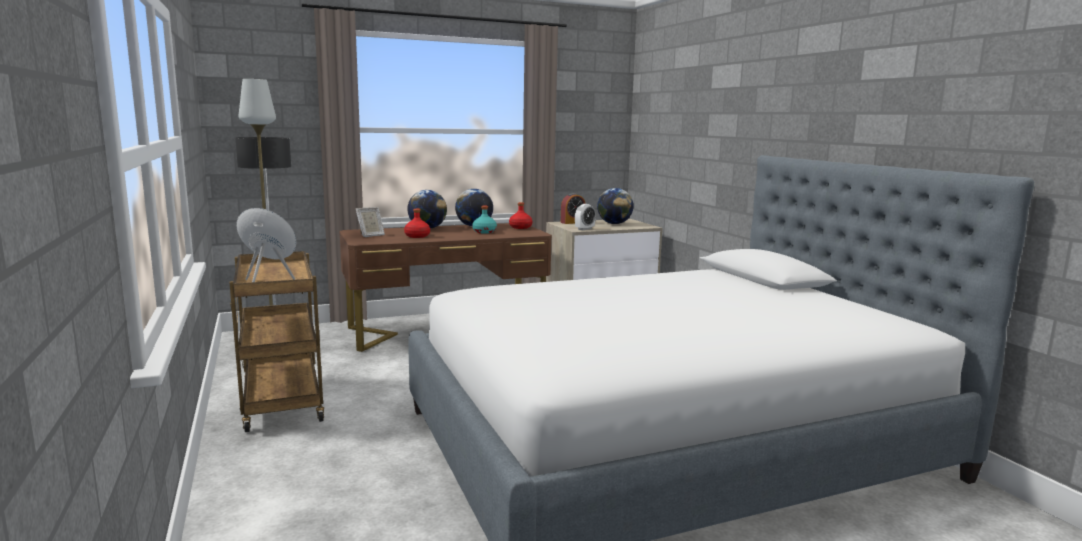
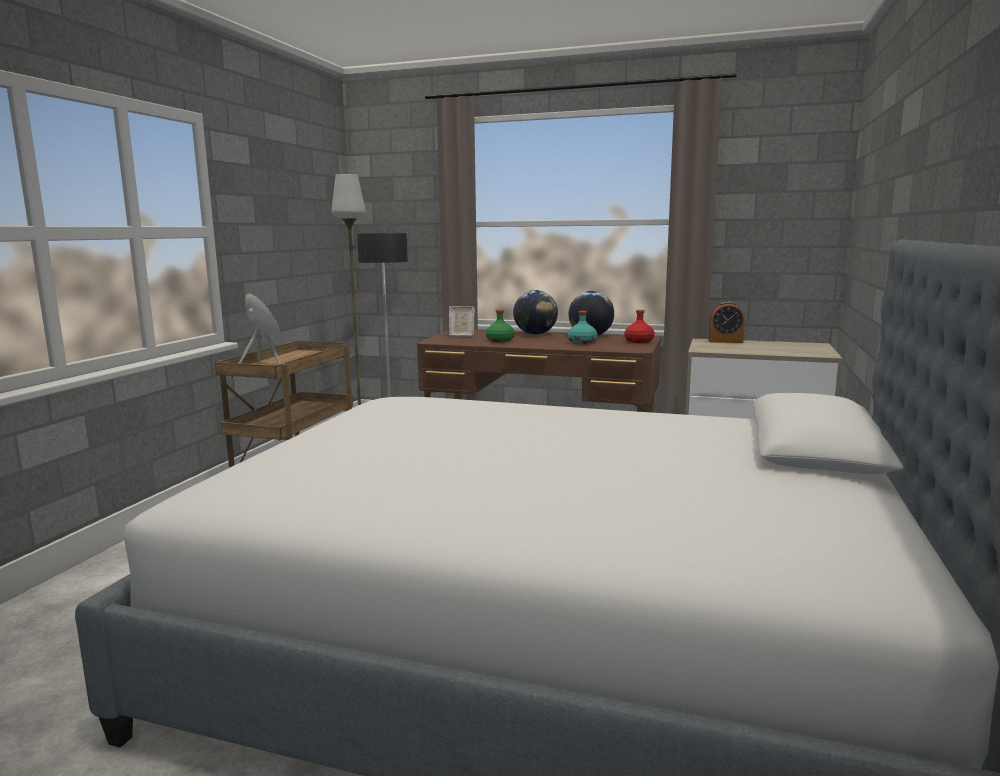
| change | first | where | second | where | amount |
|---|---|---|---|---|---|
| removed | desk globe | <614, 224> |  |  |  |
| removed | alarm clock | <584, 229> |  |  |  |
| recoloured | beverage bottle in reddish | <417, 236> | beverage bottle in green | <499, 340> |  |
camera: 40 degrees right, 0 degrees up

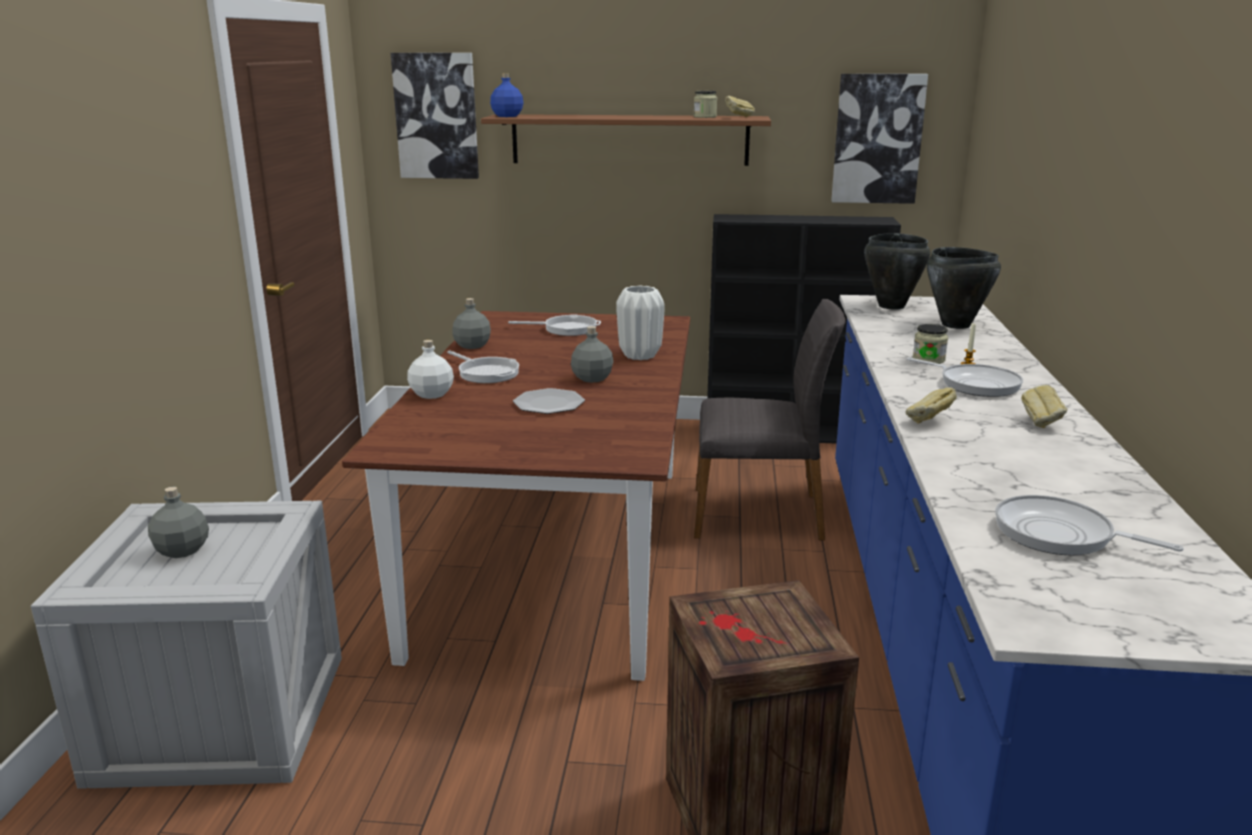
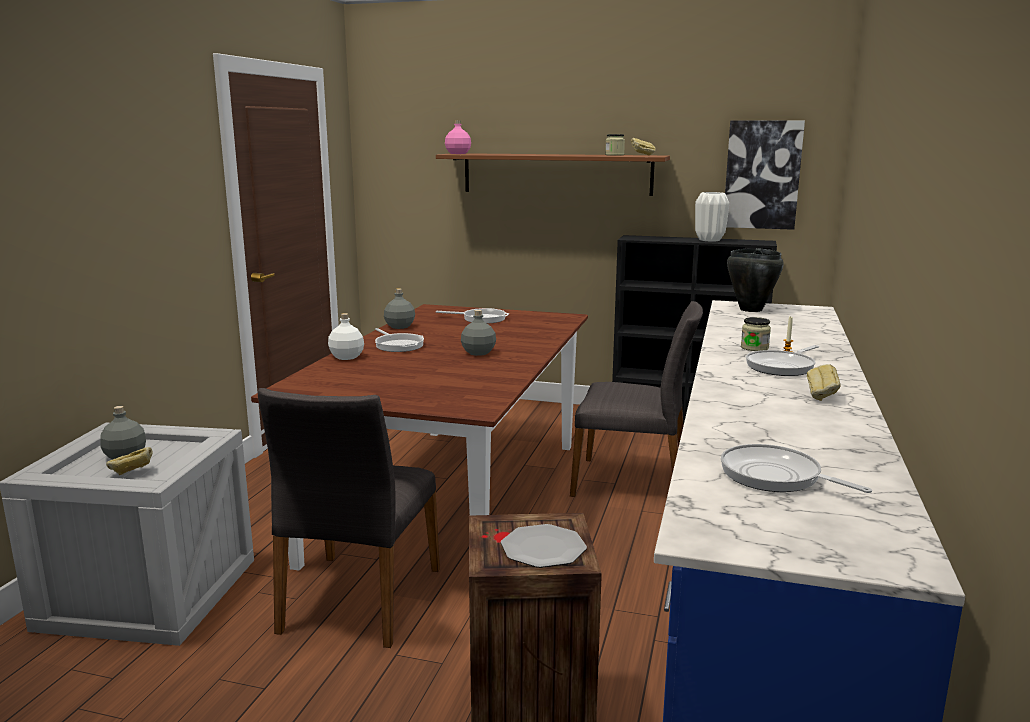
| change | first | where | second | where | amount |
|---|---|---|---|---|---|
| removed | wall art | <436, 116> |  |  |  |
| recoloured | beverage bottle in blue-coloured | <507, 116> | beverage bottle in pinkish | <458, 153> |  |
| removed | saucepot in blackish | <955, 325> |  |  |  |
| moved | flower vase in whitish | <640, 356> |  | <709, 240> |  |
| turned | pan | <975, 384> |  | <782, 367> | 90 degrees clockwise |
| moved | bakery bread | <929, 421> |  | <132, 474> |  |
| moved | plate | <549, 404> |  | <543, 548> |  |
| added |  |  | chair in greyish | <358, 600> |  |
camera: 10 degrees right, 5 degrees down

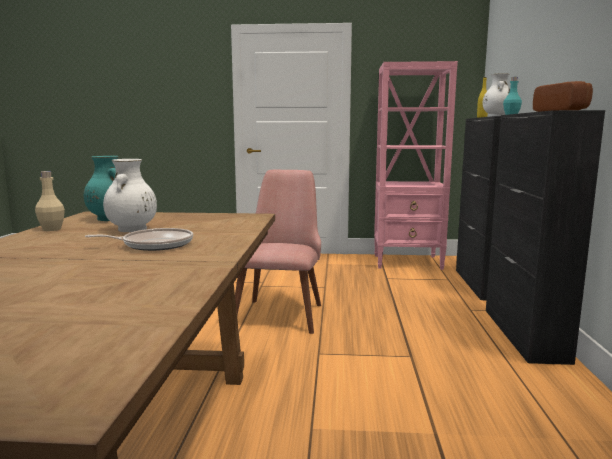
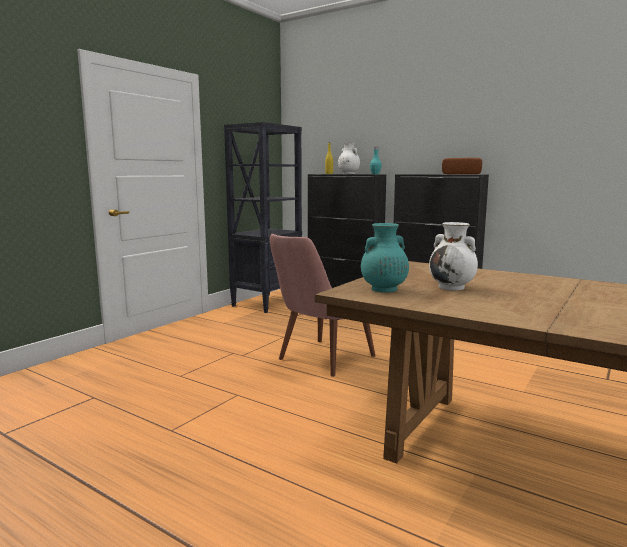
| change | first | where | second | where | amount |
|---|---|---|---|---|---|
| recoloured | shelving unit in pinkish | <408, 262> | shelving unit in blackish | <267, 303> |  |
| turned | chair in pinkish | <281, 311> |  | <319, 361> | 90 degrees counterclockwise |
| removed | beverage bottle in beige | <52, 229> |  |  |  |
| removed | pan | <154, 245> |  |  |  |
camera: 60 degrees left, 0 degrees up

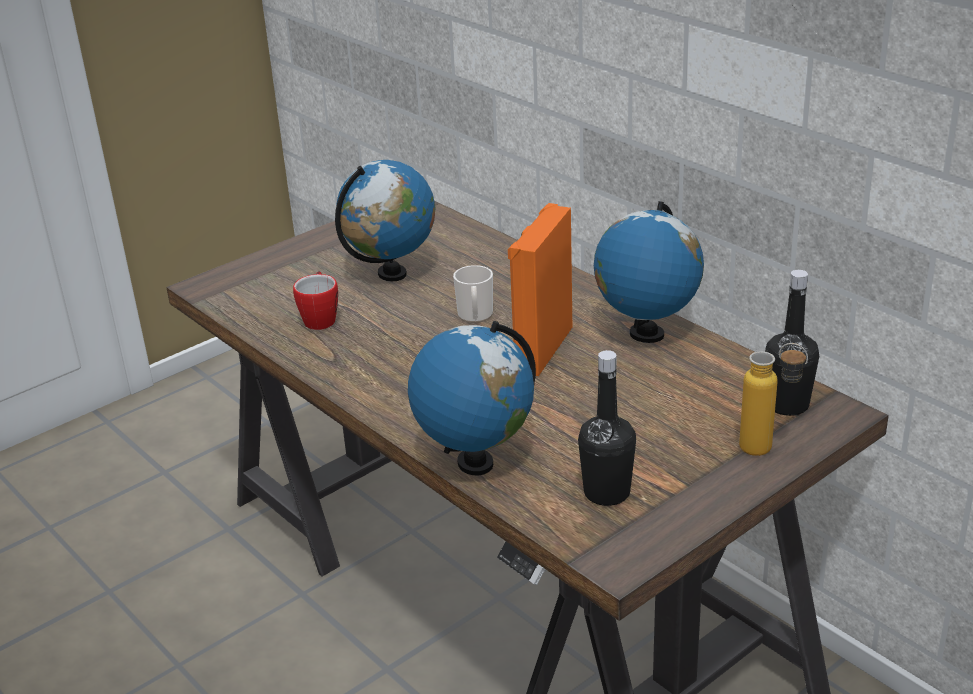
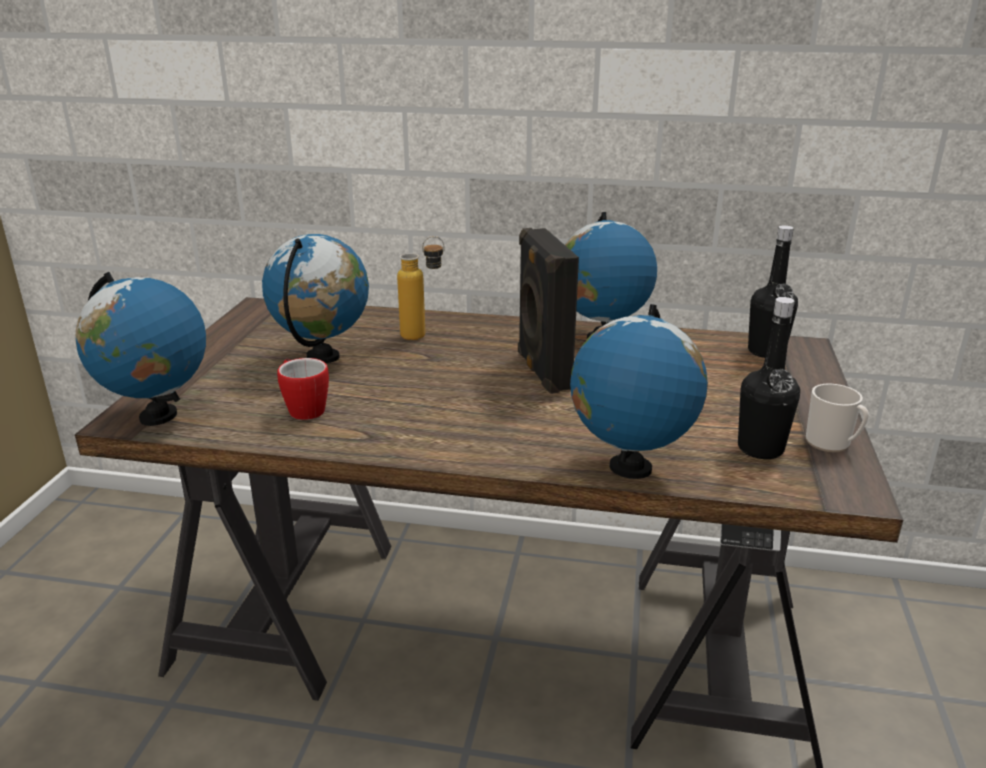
| change | first | where | second | where | amount |
|---|---|---|---|---|---|
| recoloured | audio speaker in orange-coloured | <541, 349> | audio speaker in blackish | <541, 371> |  |
| moved | coffee mug | <475, 316> |  | <832, 444> |  |
| moved | beverage bottle | <768, 451> |  | <423, 335> |  |
| added |  |  | desk globe | <157, 416> |  |
camera: 40 degrees left, 5 degrees down

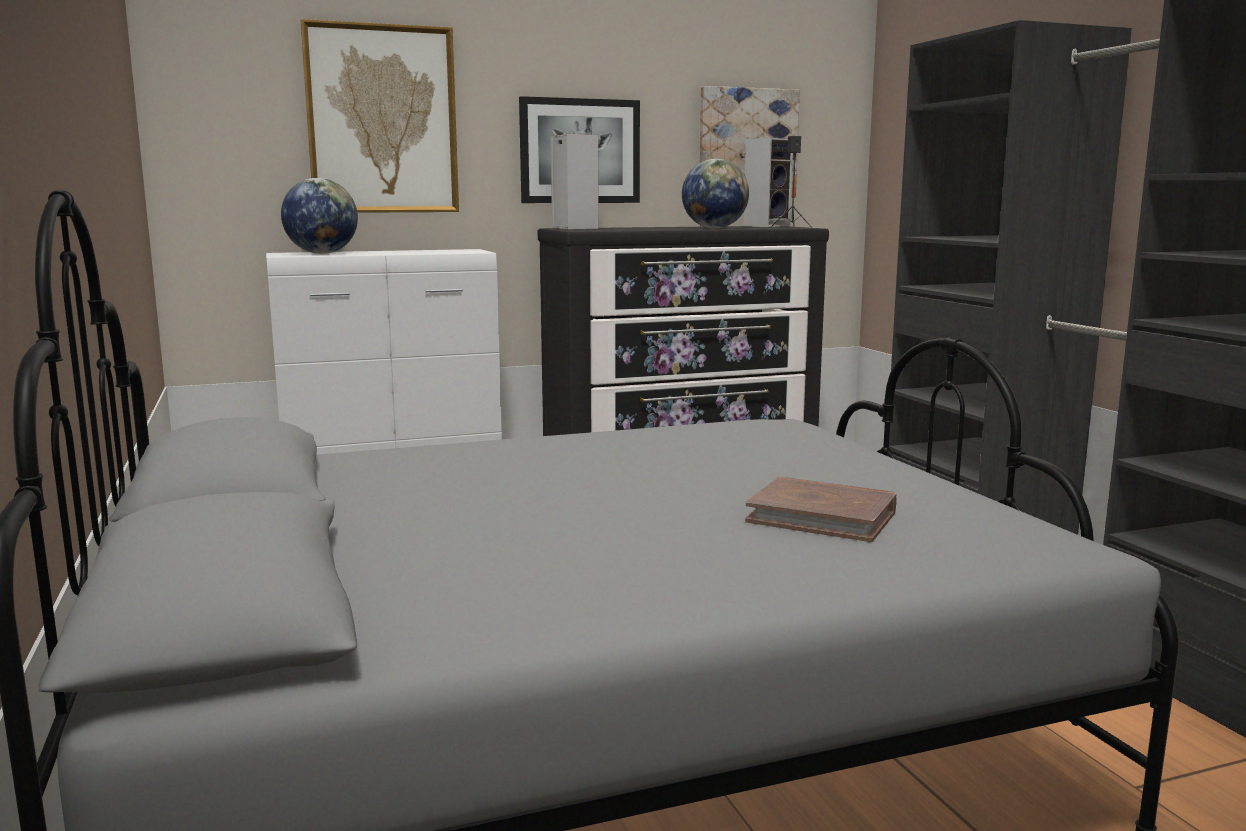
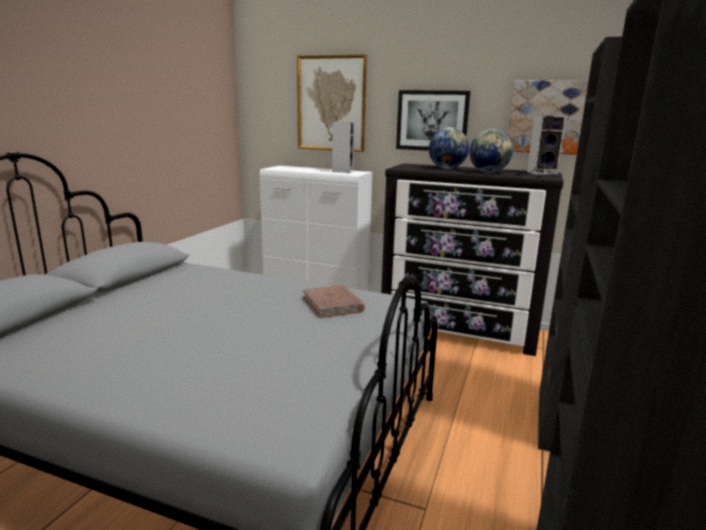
| change | first | where | second | where | amount |
|---|---|---|---|---|---|
| moved | audio speaker | <573, 228> |  | <342, 171> |  |
| moved | desk globe | <322, 253> |  | <447, 168> |  |
| moved | book in brown | <822, 516> |  | <333, 304> |  |
camera: 40 degrees right, 5 degrees up

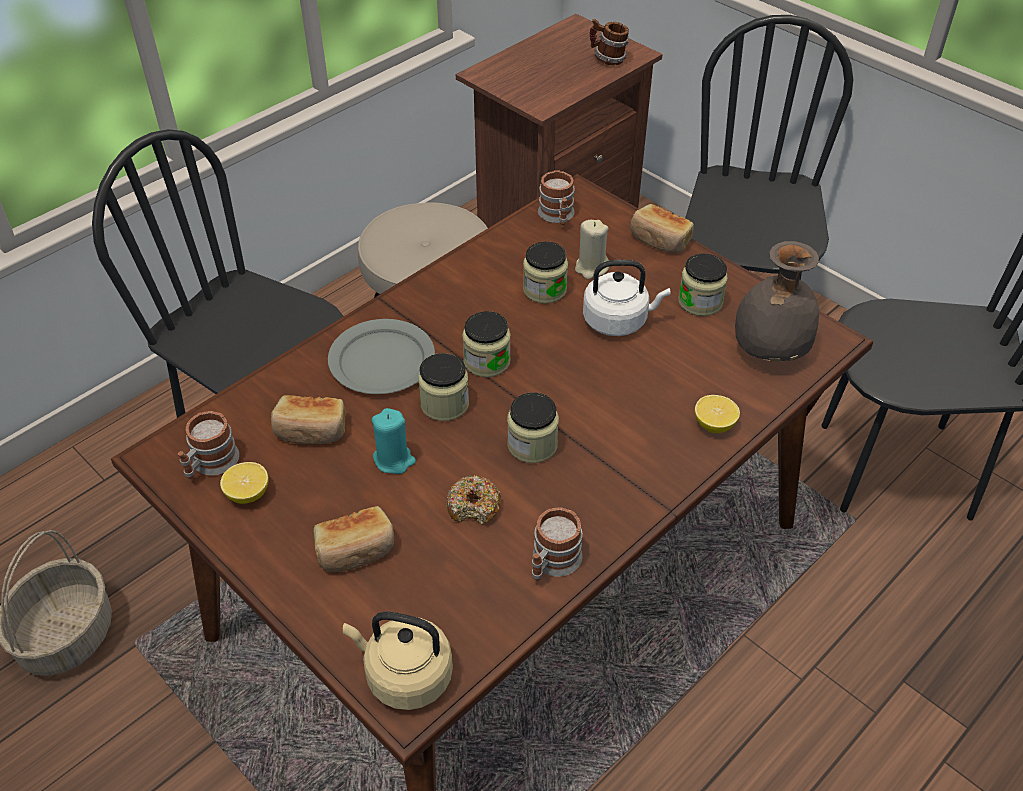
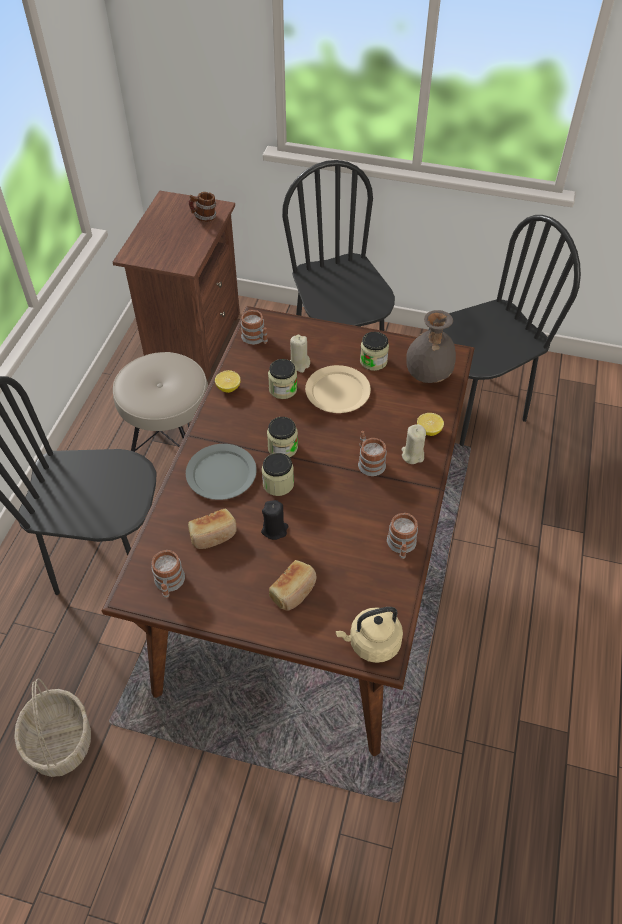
| change | first | where | second | where | amount |
|---|---|---|---|---|---|
| removed | bakery bread | <659, 240> |  |  |  |
| replaced | water kettle in whitish | <618, 321> | plate in beige | <337, 391> |  |
| removed | jar | <532, 445> |  |  |  |
| recoloured | wax light in turquoise | <394, 460> | wax light in blackish | <275, 530> |  |
| moved | whole lemon | <248, 494> |  | <228, 388> |  |
| removed | ring doughnut | <474, 506> |  |  |  |
| added |  |  | wax light in beige | <412, 455> |  |
| added |  |  | coffee mug | <369, 462> |  |
camera: 30 degrees left, 5 degrees up

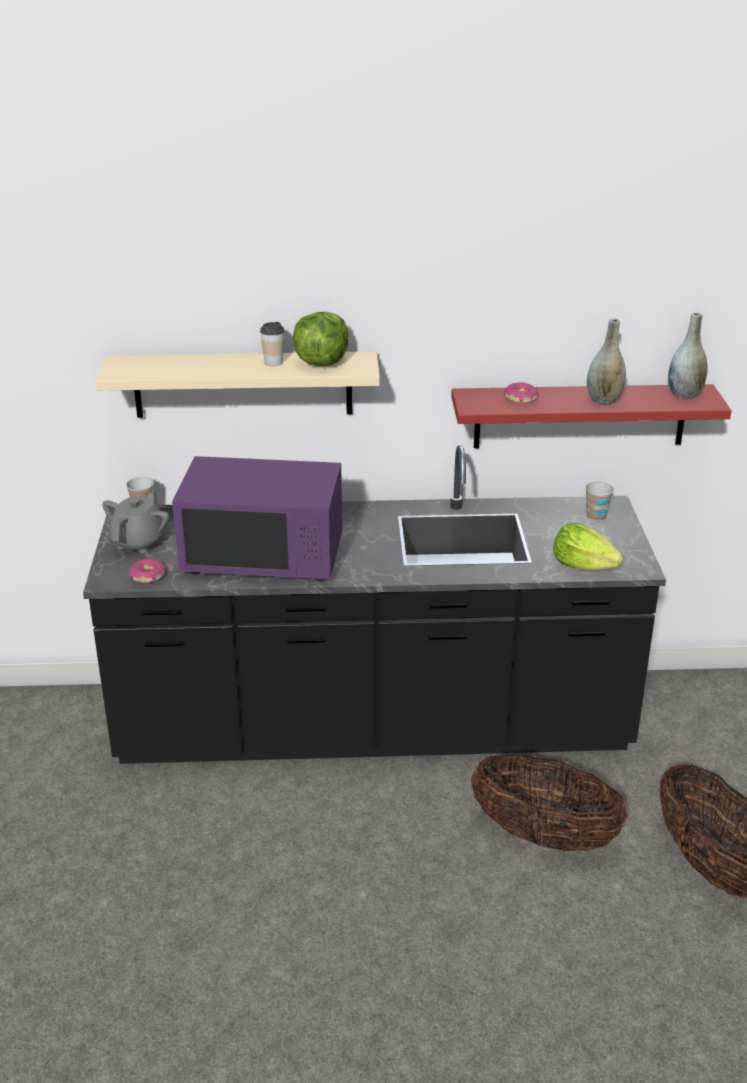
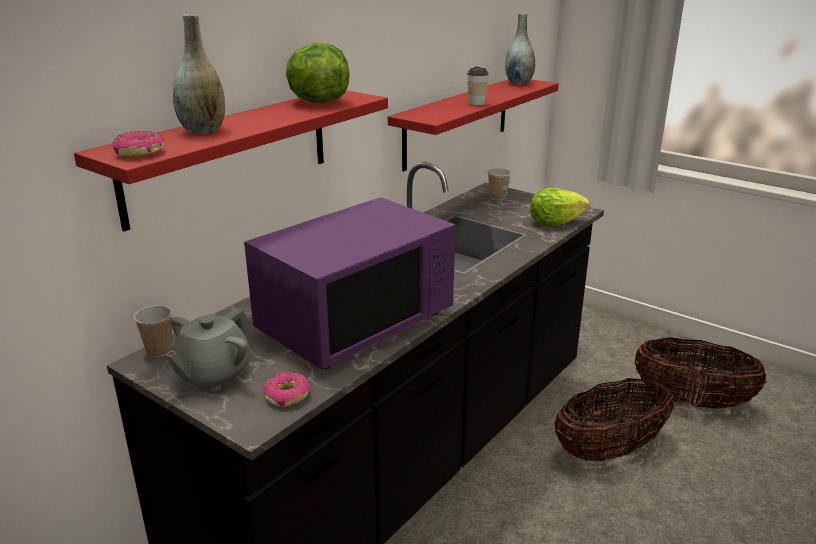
| change | first | where | second | where | amount |
|---|---|---|---|---|---|
| moved | flower vase in greyish | <603, 400> |  | <203, 131> |  |
| moved | small cup | <273, 362> |  | <476, 103> |  |
| recoloured | shelf in beige | <243, 384> | shelf in reddish | <230, 154> |  |
| moved | ring doughnut | <520, 399> |  | <140, 153> |  |
| turned | tea pot in greyish | <139, 542> |  | <213, 375> | 120 degrees counterclockwise |
camera: 50 degrees left, 5 degrees down

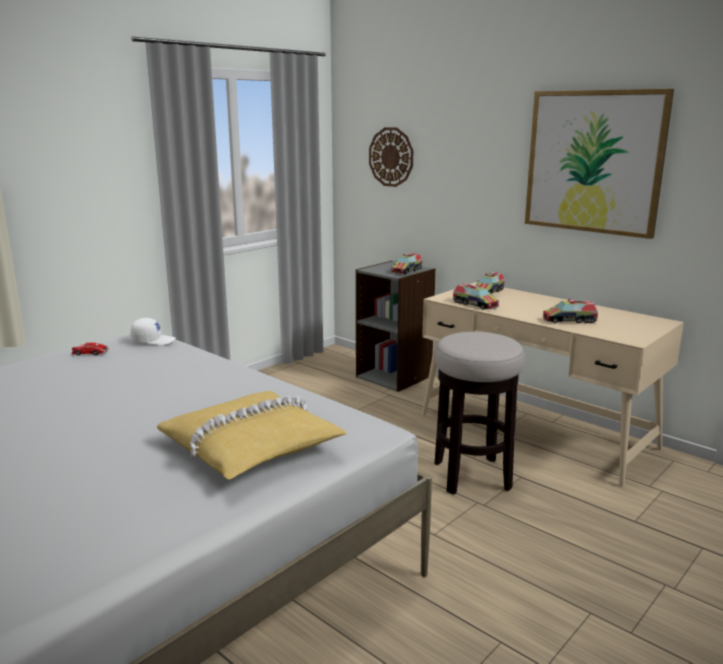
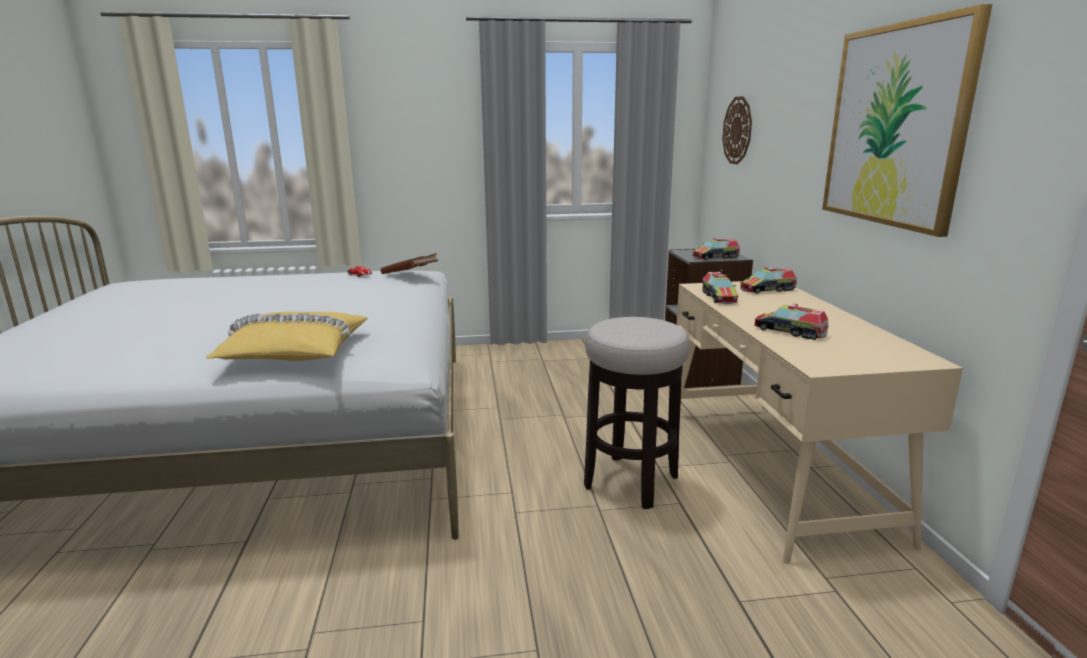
| change | first | where | second | where | amount |
|---|---|---|---|---|---|
| replaced | peaked cap in whitish | <153, 340> | book in brown | <410, 275> |  |
camera: 40 degrees right, 0 degrees up

